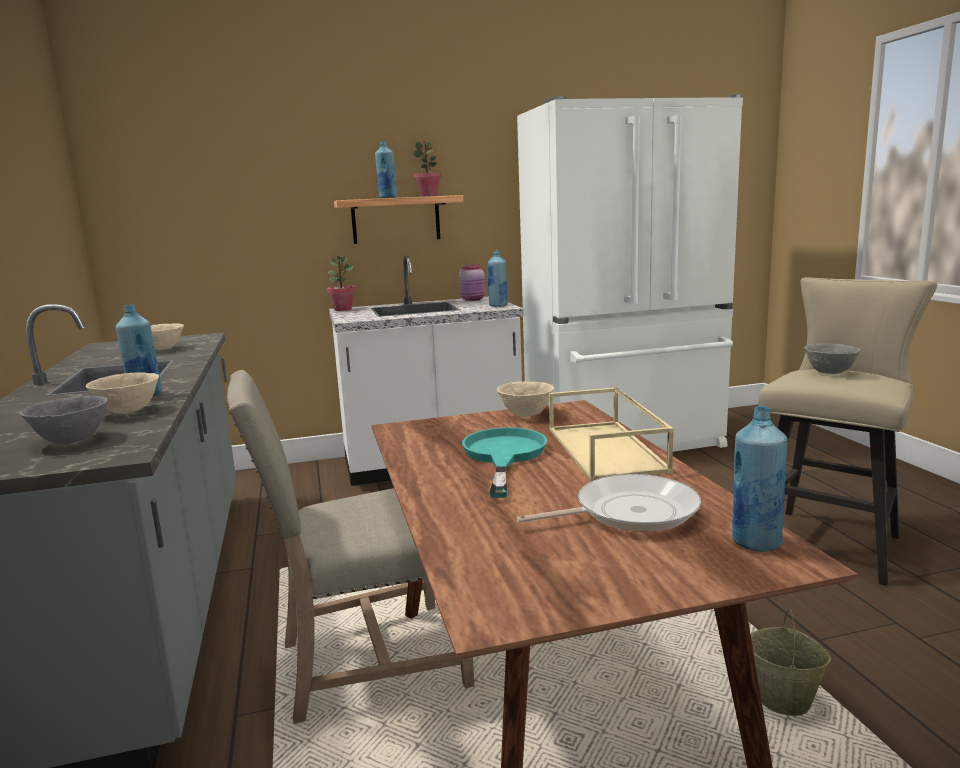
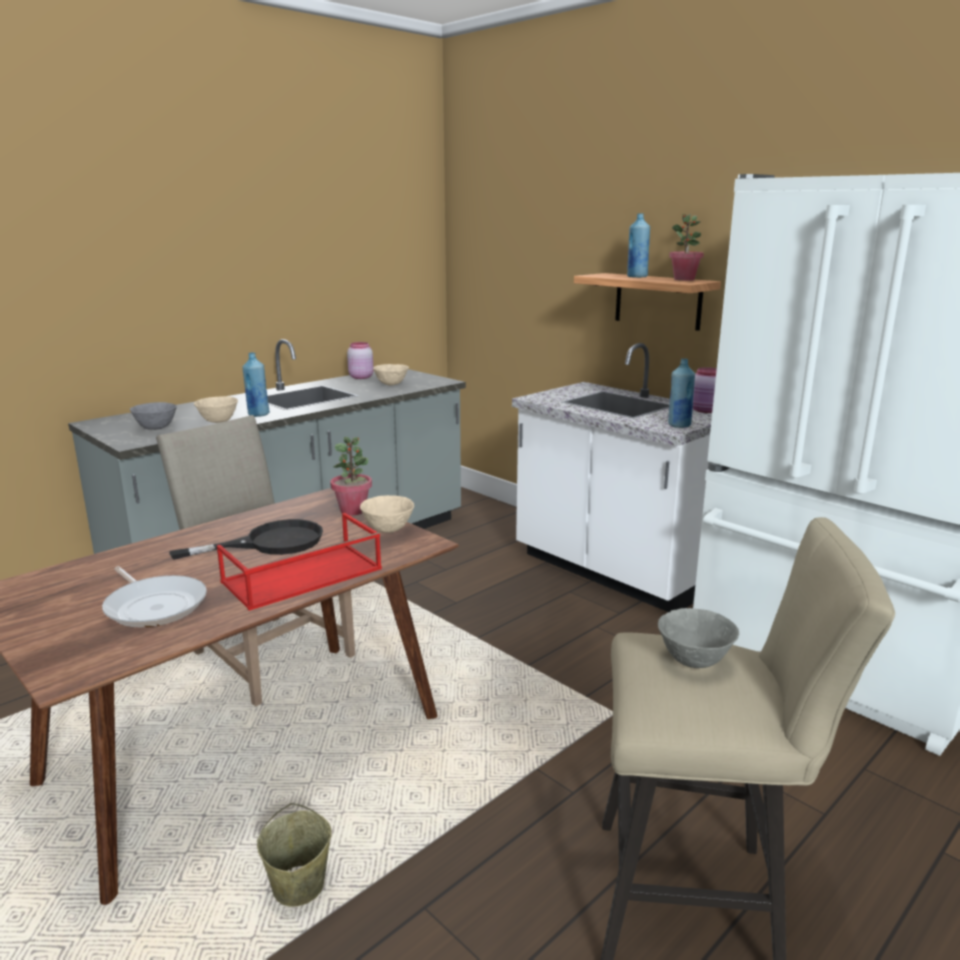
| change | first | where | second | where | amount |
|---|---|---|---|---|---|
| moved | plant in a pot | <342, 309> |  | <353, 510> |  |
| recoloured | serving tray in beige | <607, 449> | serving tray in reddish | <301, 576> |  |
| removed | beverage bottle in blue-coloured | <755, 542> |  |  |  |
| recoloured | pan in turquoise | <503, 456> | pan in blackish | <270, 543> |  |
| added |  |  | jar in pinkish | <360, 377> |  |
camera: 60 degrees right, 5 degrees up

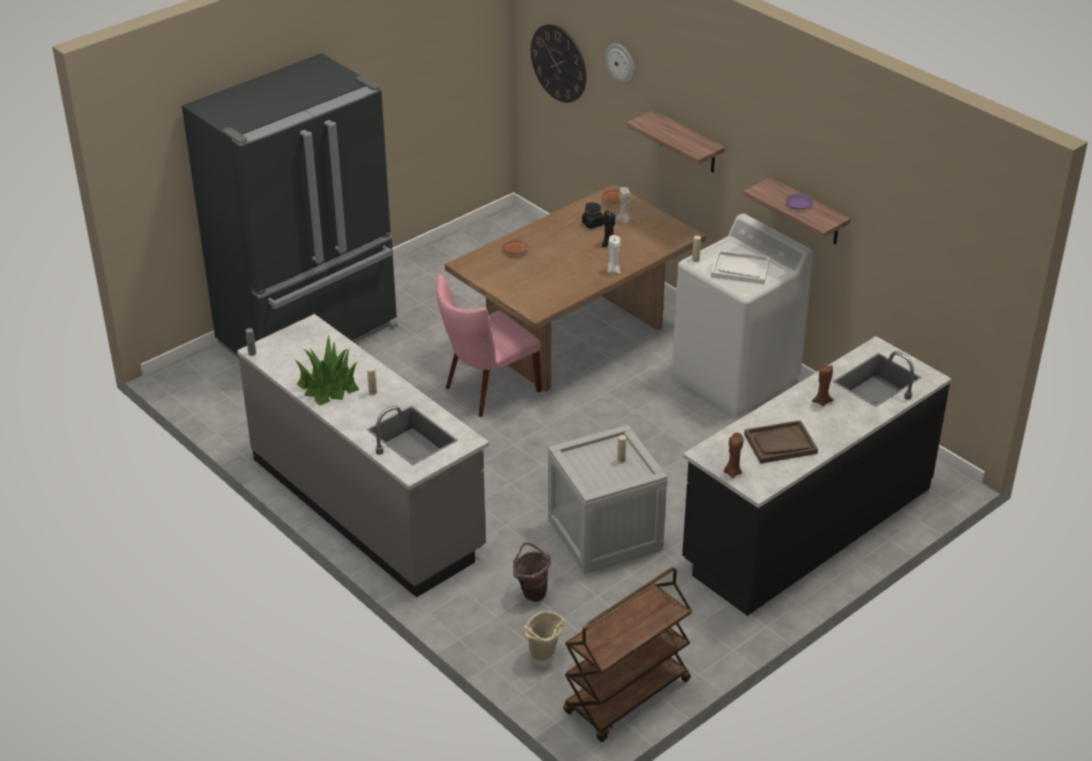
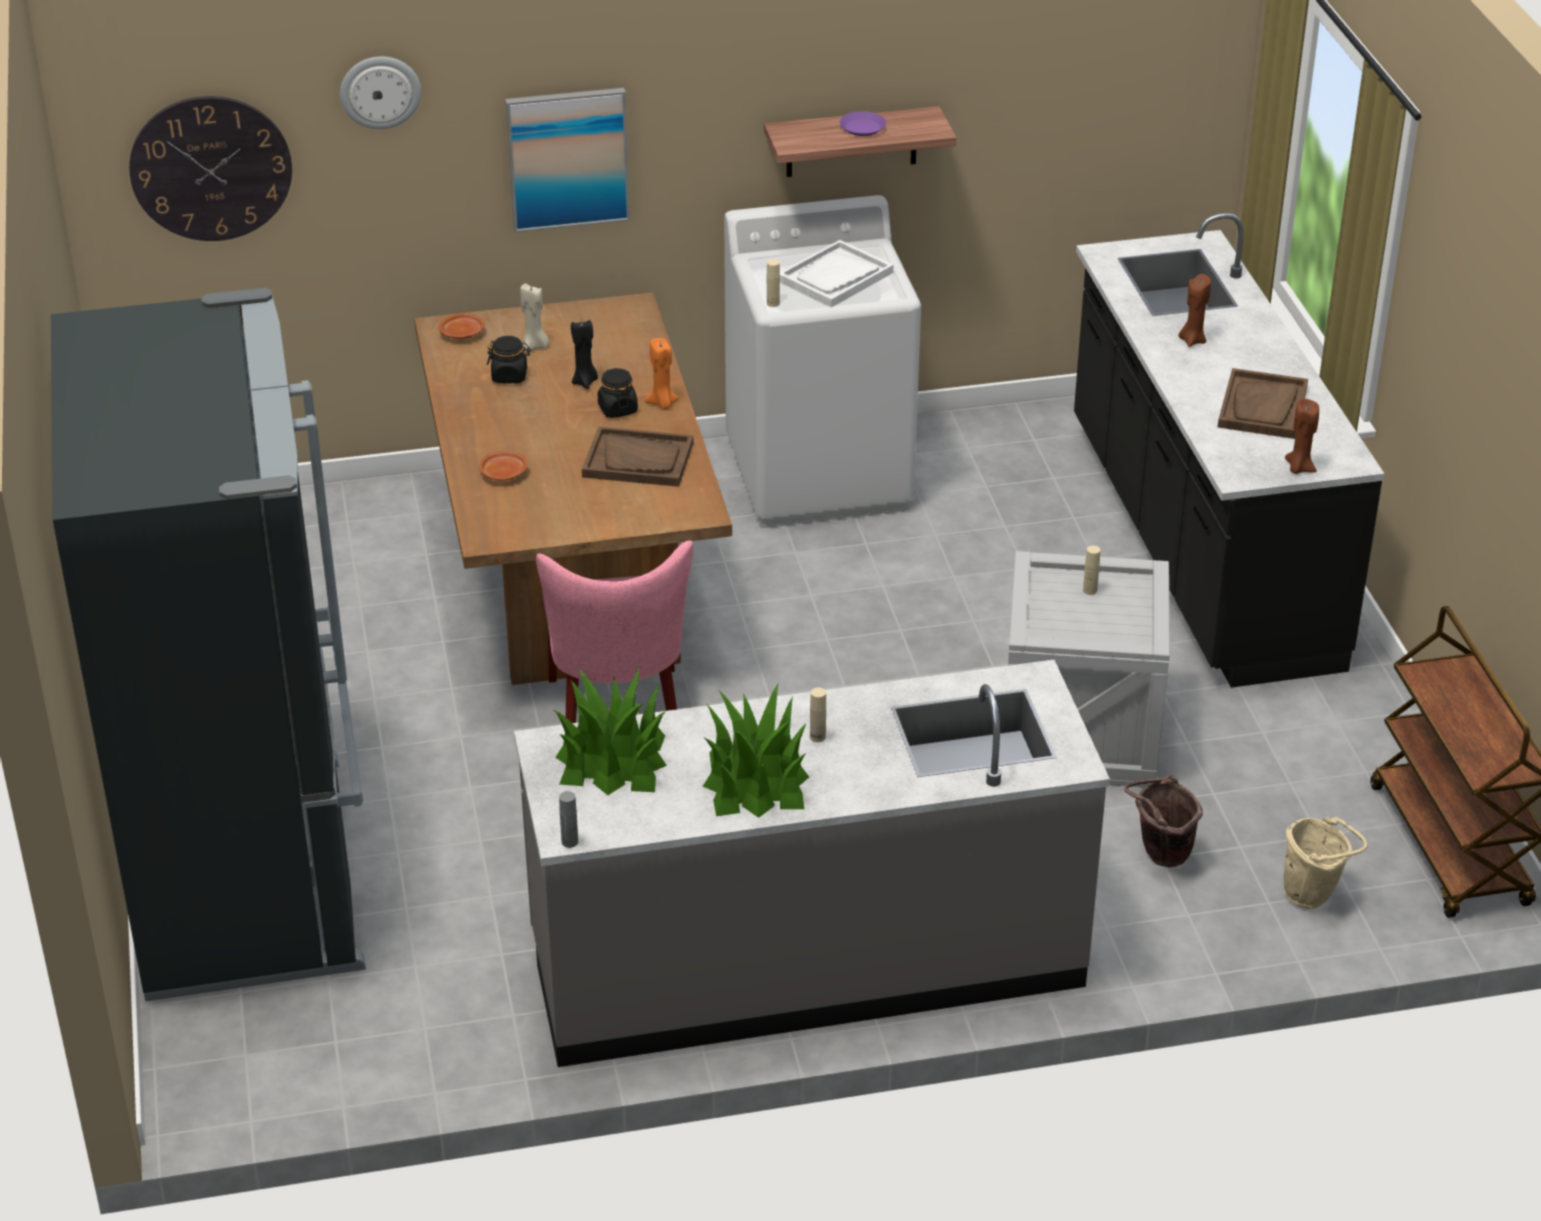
| change | first | where | second | where | amount |
|---|---|---|---|---|---|
| replaced | shelf | <687, 143> | wall art | <568, 158> |  |
| recoloured | wax light in whitish | <613, 271> | wax light in orange-coloured | <662, 403> |  |
| added |  |  | jar in blackish | <617, 409> |  |
| added |  |  | serving tray in brown | <638, 460> |  |
| added |  |  | plant in a pot | <612, 760> |  |
camera: 60 degrees left, 0 degrees up

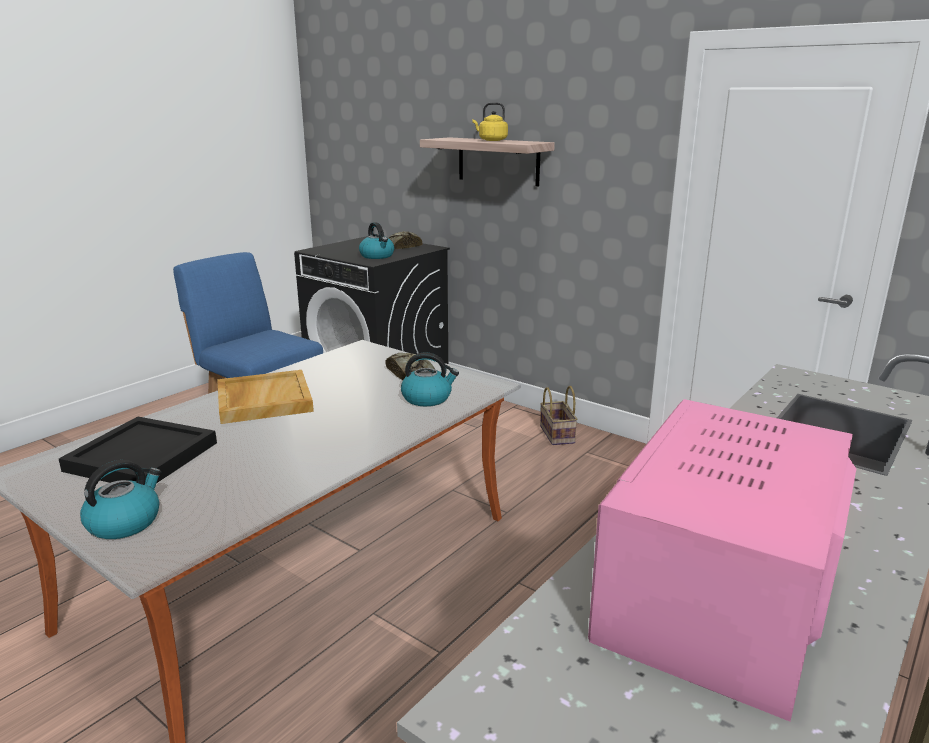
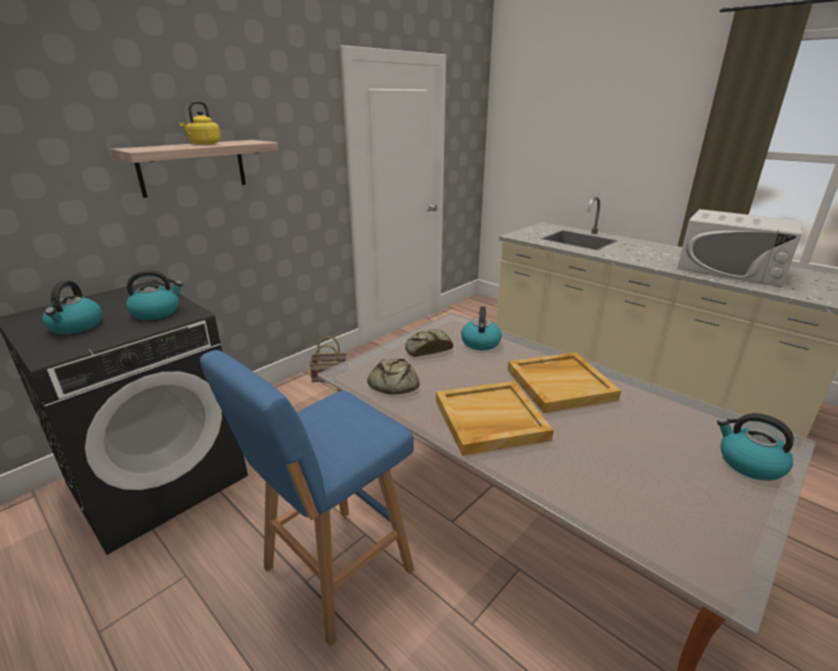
| change | first | where | second | where | amount |
|---|---|---|---|---|---|
| moved | bakery bread | <401, 247> |  | <392, 383> |  |
| recoloured | kitchen microwave in pinkish | <717, 594> | kitchen microwave in whitish | <731, 269> |  |
| removed | serving tray in blackish | <142, 457> |  |  |  |
| added |  |  | water kettle | <76, 326> |  |
| added |  |  | serving tray in beige | <560, 384> |  |
camera: 85 degrees left, 5 degrees up

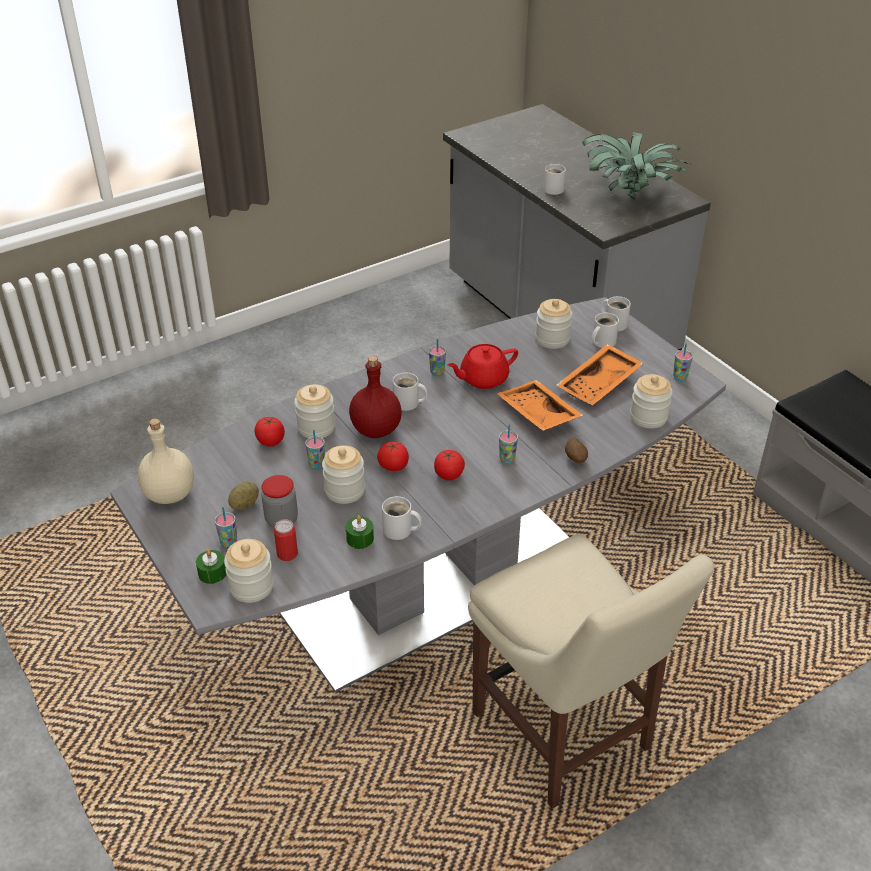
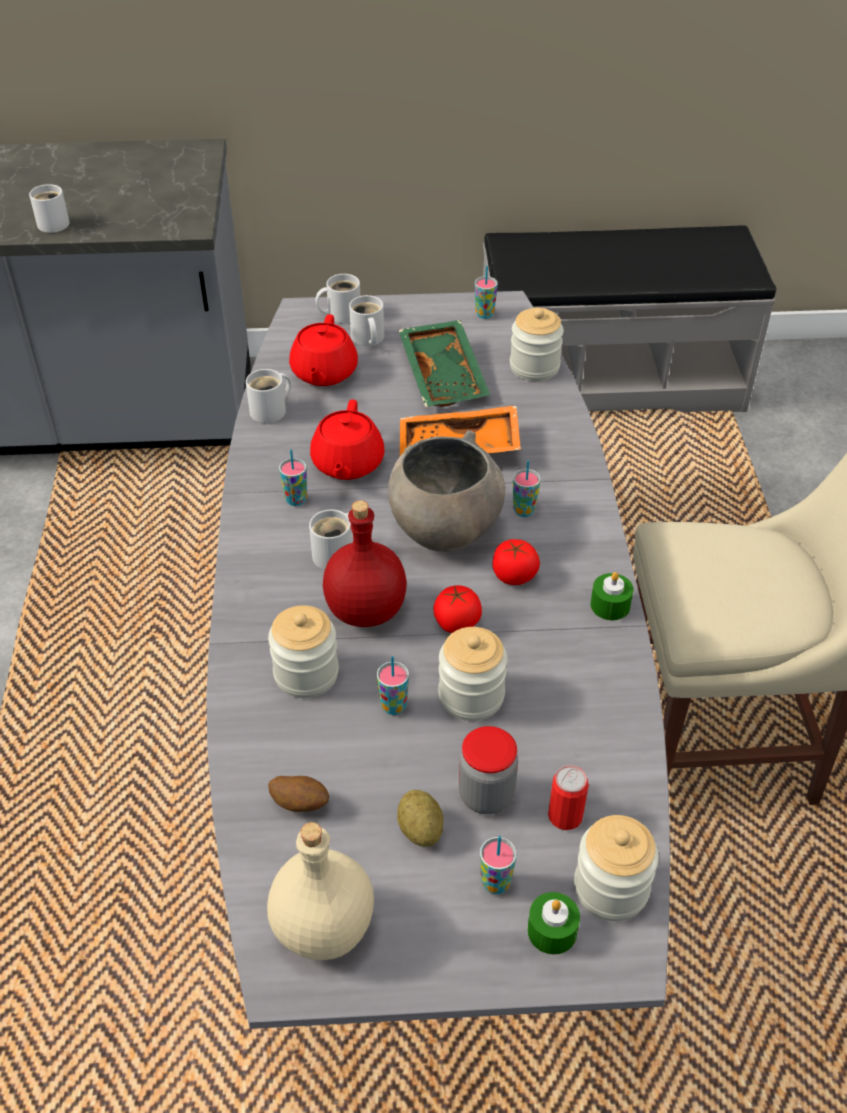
| change | first | where | second | where | amount |
|---|---|---|---|---|---|
| removed | plant in a pot | <629, 196> |  |  |  |
| replaced | jar | <552, 339> | tea pot in reddish | <323, 373> |  |
| recoloured | serving tray in orange-coloured | <600, 384> | serving tray in green | <445, 375> |  |
| removed | whole tomato | <270, 441> |  |  |  |
| moved | potato | <575, 459> |  | <300, 803> |  |
| moved | coffee mug in whitish | <400, 531> |  | <271, 411> |  |
| moved | wax light in green | <360, 538> |  | <610, 605> |  |
| added |  |  | bowl in greyish | <444, 530> |  |
camera: 60 degrees left, 5 degrees up

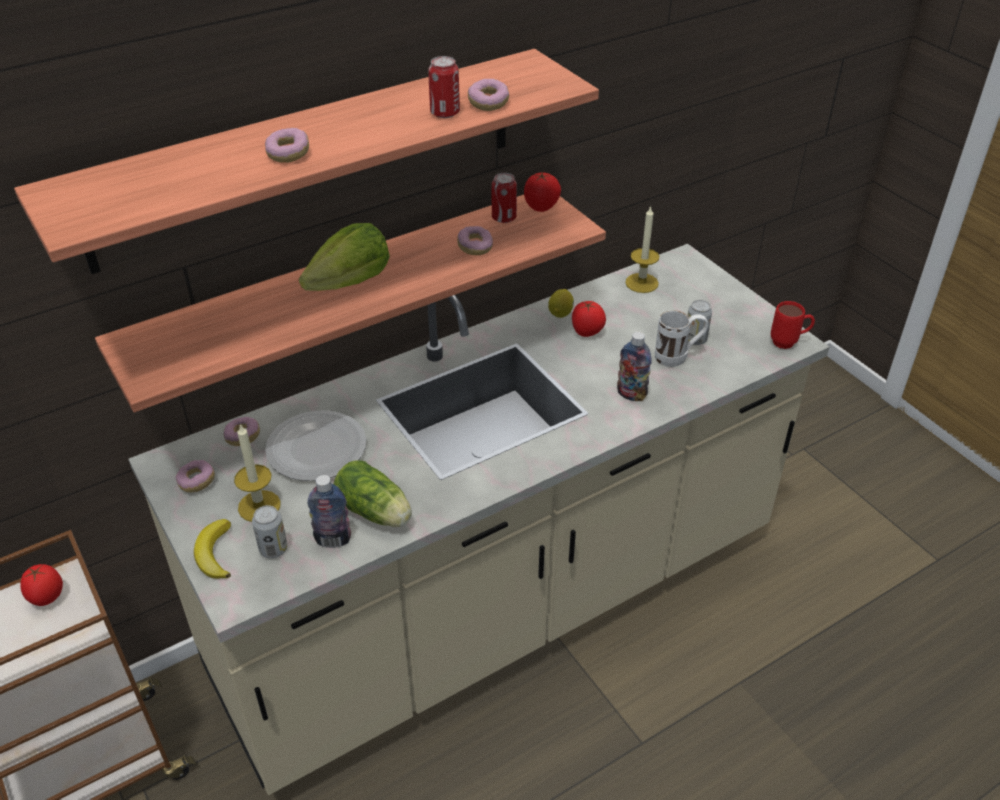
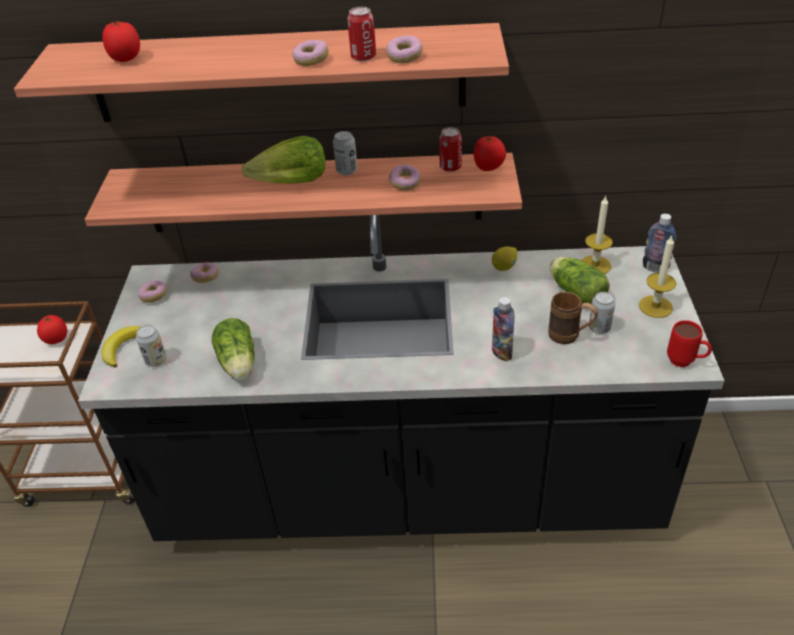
| change | first | where | second | where | amount |
|---|---|---|---|---|---|
| moved | ring doughnut | <288, 154> |  | <311, 61> |  |
| recoloured | kitchen counter in beige | <500, 604> | kitchen counter in blackish | <408, 490> |  |
| moved | whole tomato | <587, 332> |  | <126, 59> |  |
| recoloured | coffee mug in whitish | <678, 357> | coffee mug in brown | <570, 337> |  |
| removed | plate | <316, 448> |  |  |  |
| moved | wax light | <259, 506> |  | <655, 306> |  |
| moved | beverage bottle | <333, 540> |  | <655, 268> |  |
| added |  |  | can | <347, 170> |  |
| added |  |  | lettuce | <575, 292> |  |
camera: 35 degrees right, 0 degrees up

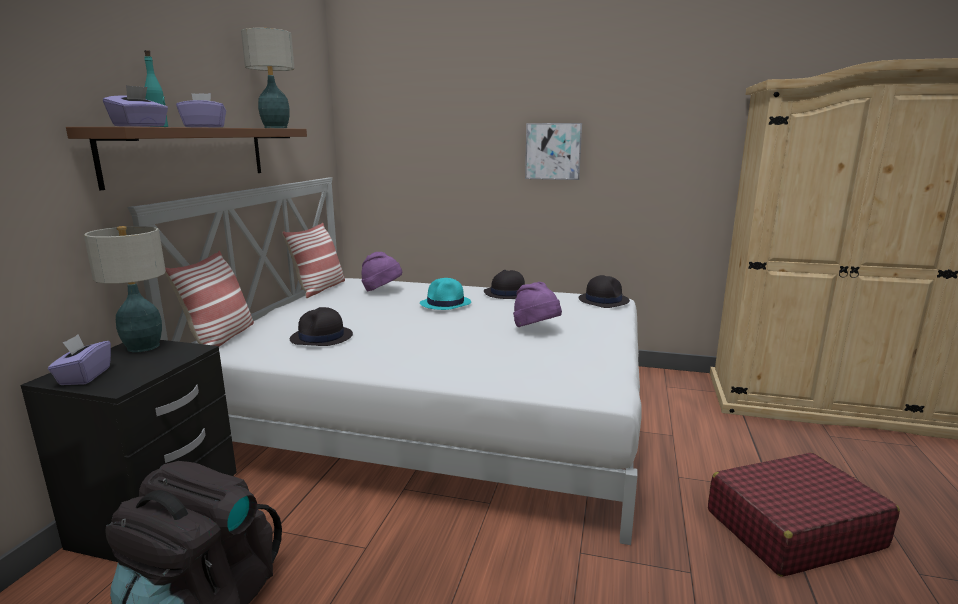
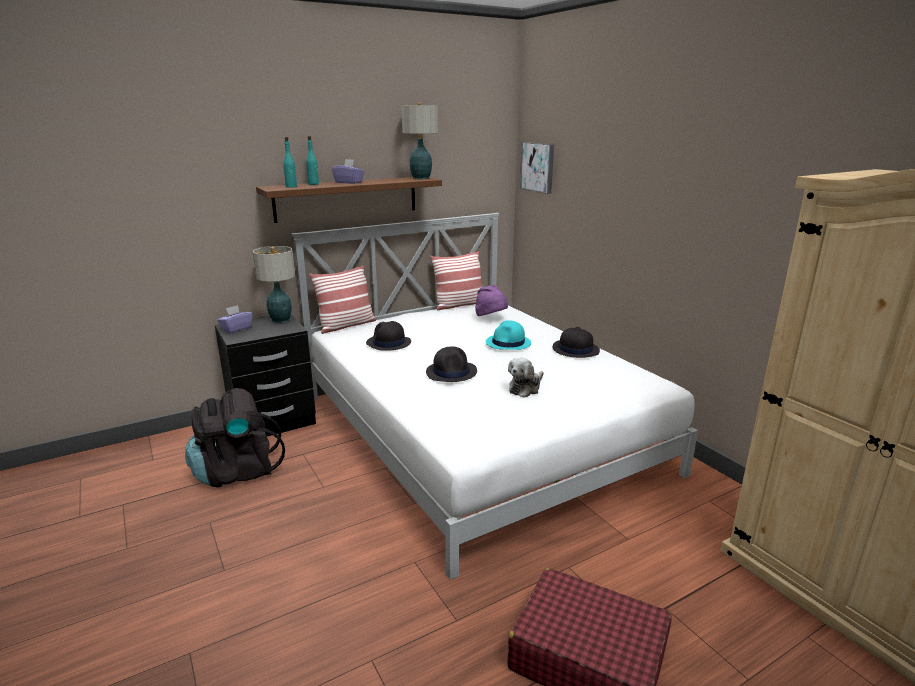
| change | first | where | second | where | amount |
|---|---|---|---|---|---|
| replaced | box of tissues in purple | <140, 126> | beverage bottle in turquoise | <291, 187> |  |
| moved | wall art | <553, 151> |  | <538, 167> |  |
| moved | clothing hat in blackish | <603, 300> |  | <451, 372> |  |
| replaced | clothing hat in purple | <536, 330> | cuddly toy | <525, 388> |  |
camera: 45 degrees right, 5 degrees up

